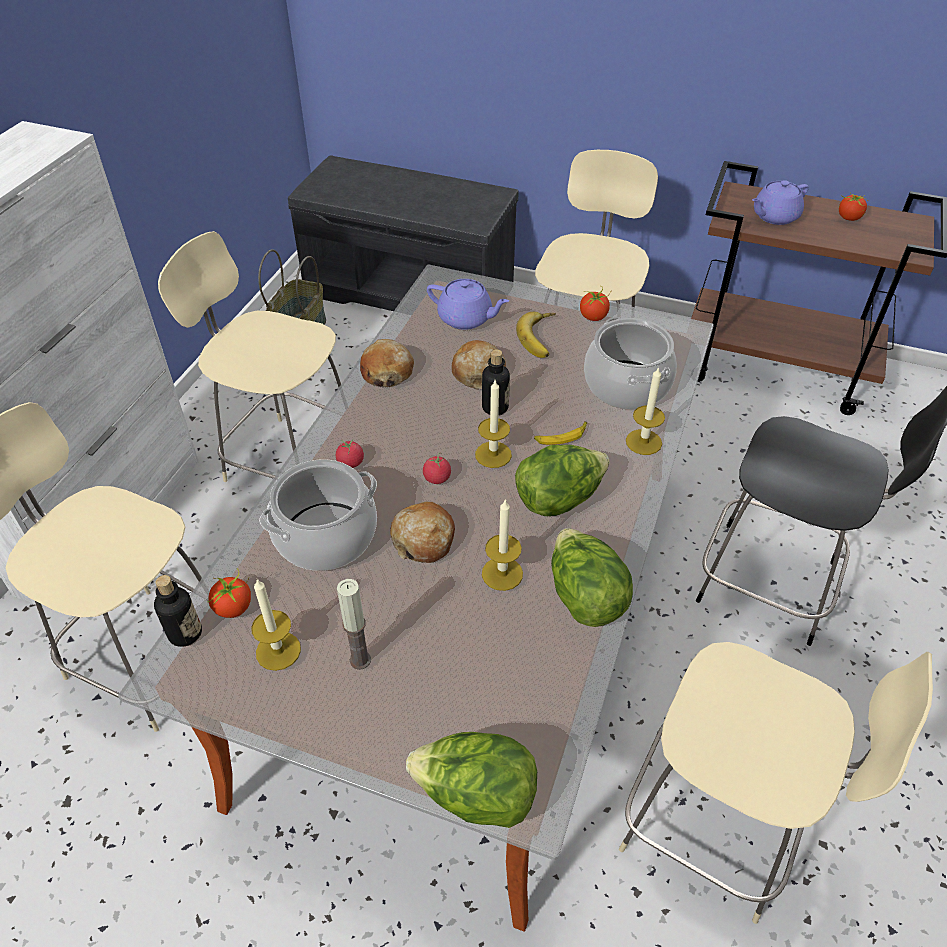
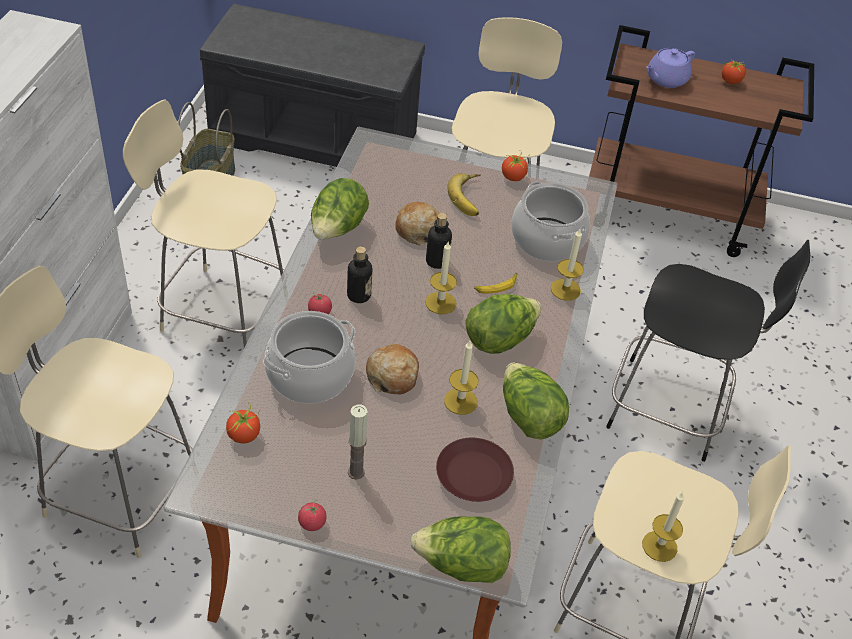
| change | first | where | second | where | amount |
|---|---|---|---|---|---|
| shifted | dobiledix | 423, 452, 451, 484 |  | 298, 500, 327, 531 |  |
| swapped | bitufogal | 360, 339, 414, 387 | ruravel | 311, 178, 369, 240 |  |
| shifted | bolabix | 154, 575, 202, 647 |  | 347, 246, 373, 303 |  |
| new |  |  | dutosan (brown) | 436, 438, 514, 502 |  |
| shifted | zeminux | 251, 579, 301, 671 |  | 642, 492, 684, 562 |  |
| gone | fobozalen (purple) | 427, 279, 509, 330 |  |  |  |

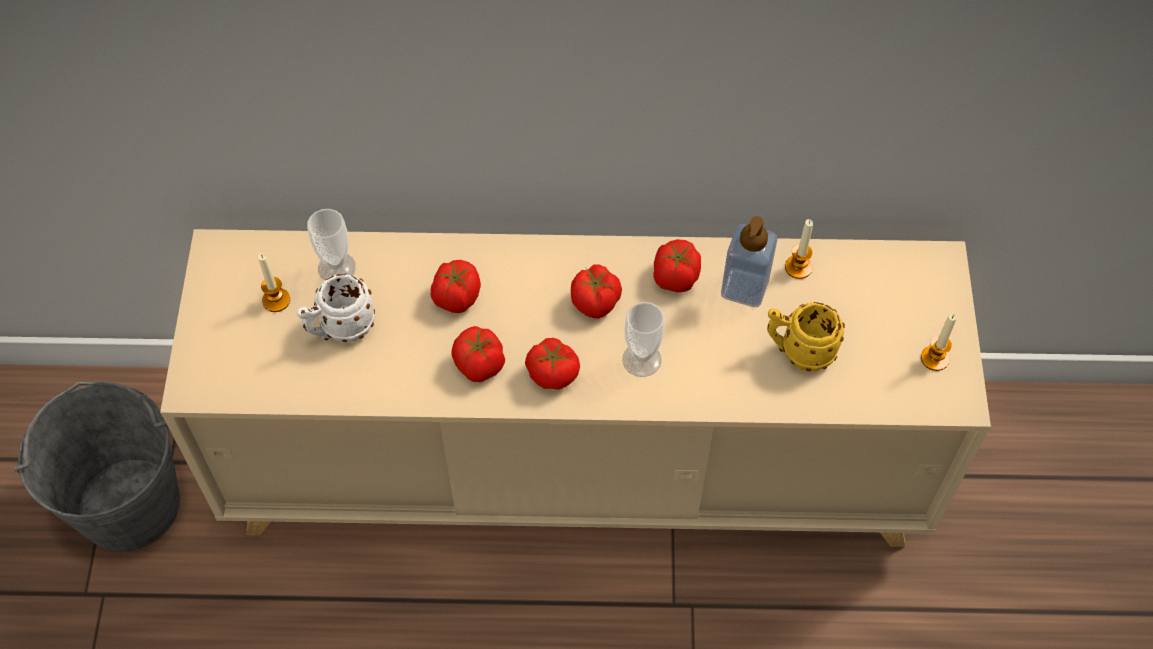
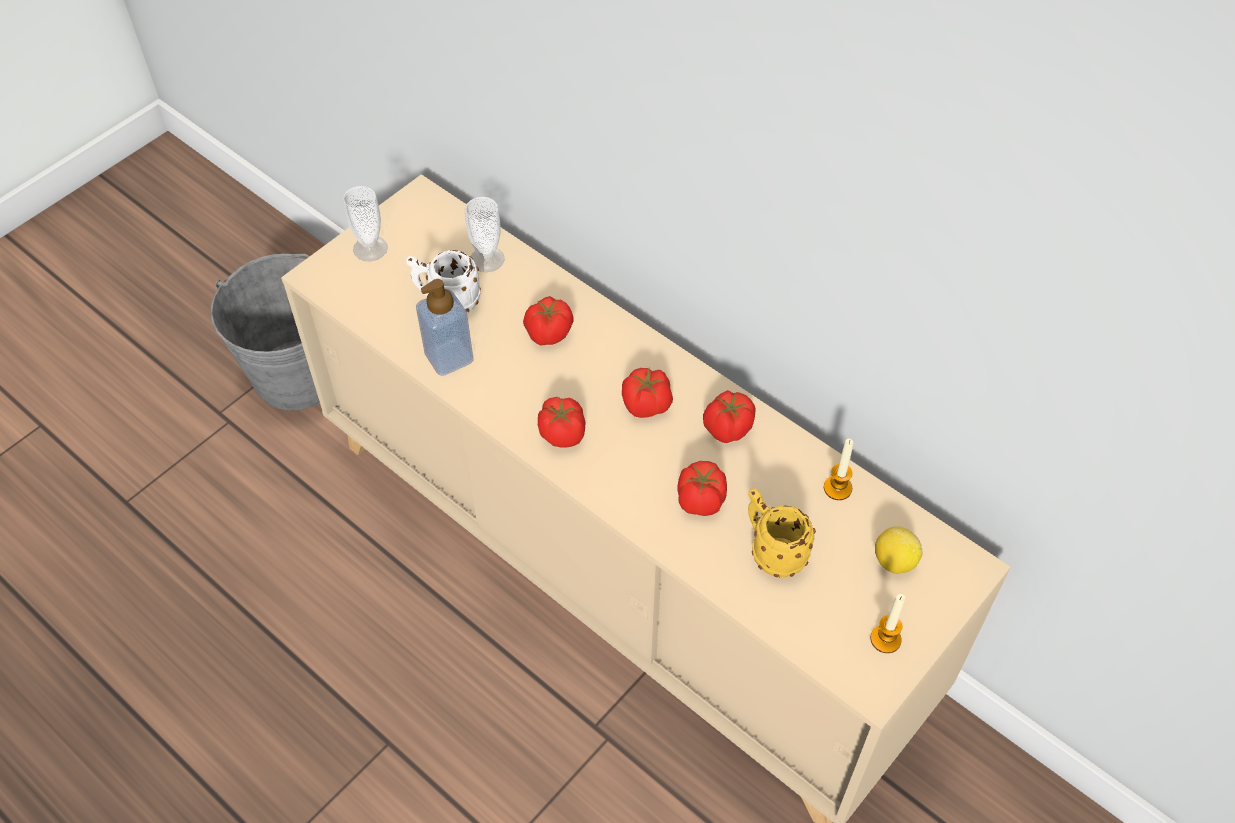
| change | first | where | second | where | amount |
|---|---|---|---|---|---|
| shifted | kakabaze | 622, 302, 664, 377 |  | 342, 186, 388, 261 |  |
| shifted | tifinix | 721, 216, 778, 307 |  | 416, 279, 474, 376 |  |
| shifted | dobiledix | 452, 326, 505, 382 |  | 677, 461, 727, 516 |  |
| new |  |  | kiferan | 875, 526, 922, 574 |  |
| gone | zeminux | 258, 253, 290, 312 |  |  |  |

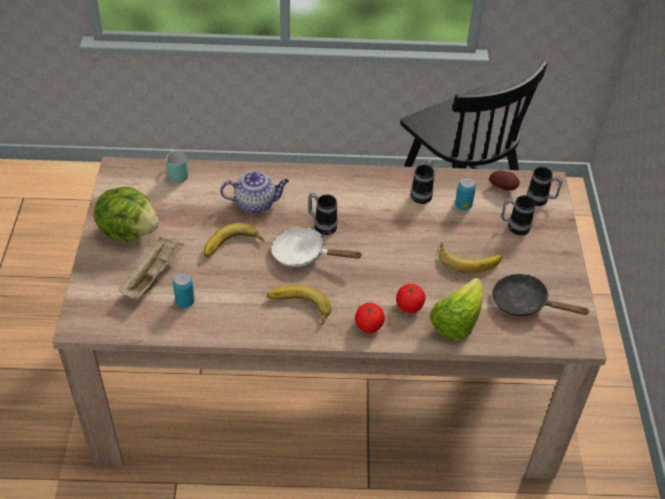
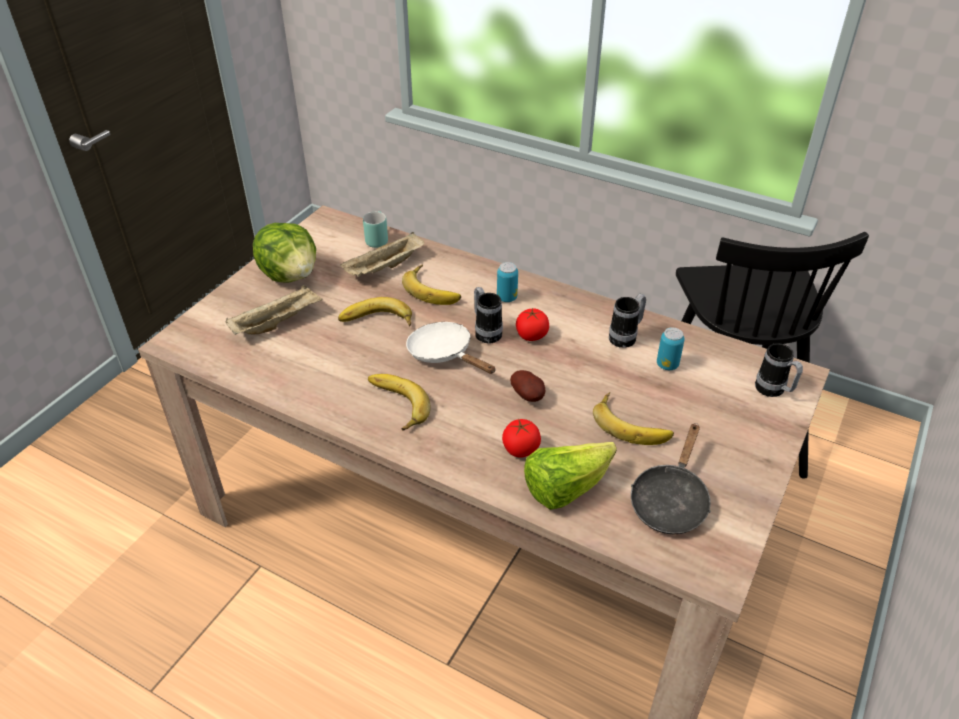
| change | first | where | second | where | amount |
|---|---|---|---|---|---|
| new |  |  | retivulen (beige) | 340, 232, 424, 277 |  |
| swapped | fobozalen | 220, 171, 289, 213 | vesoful | 402, 264, 461, 305 |  |
| shifted | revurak | 173, 273, 195, 308 |  | 497, 262, 518, 302 |  |
| shifted | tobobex | 489, 170, 520, 190 |  | 510, 370, 545, 402 |  |
| shifted | dobiledix | 355, 303, 385, 333 |  | 516, 308, 549, 341 |  |
| rotated | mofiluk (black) | 492, 274, 590, 316 |  | 631, 423, 711, 534 | 120 degrees counterclockwise |
| gone | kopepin | 501, 195, 536, 235 |  |  |  |

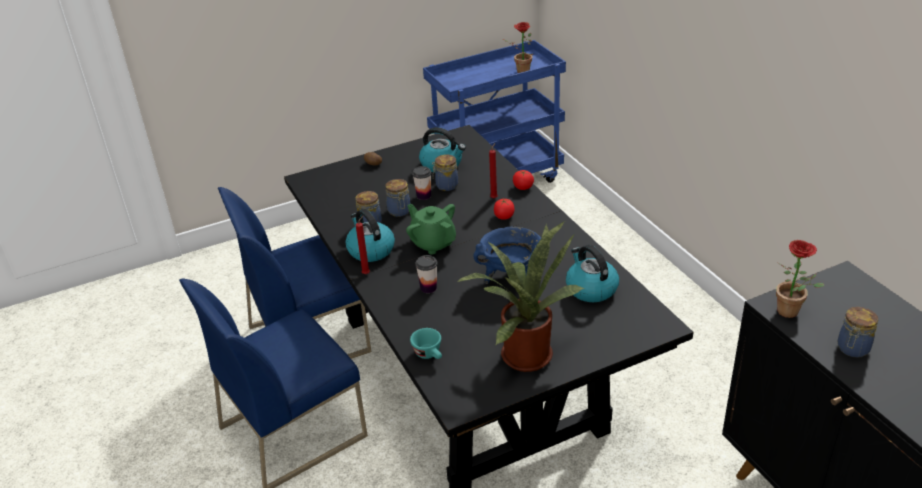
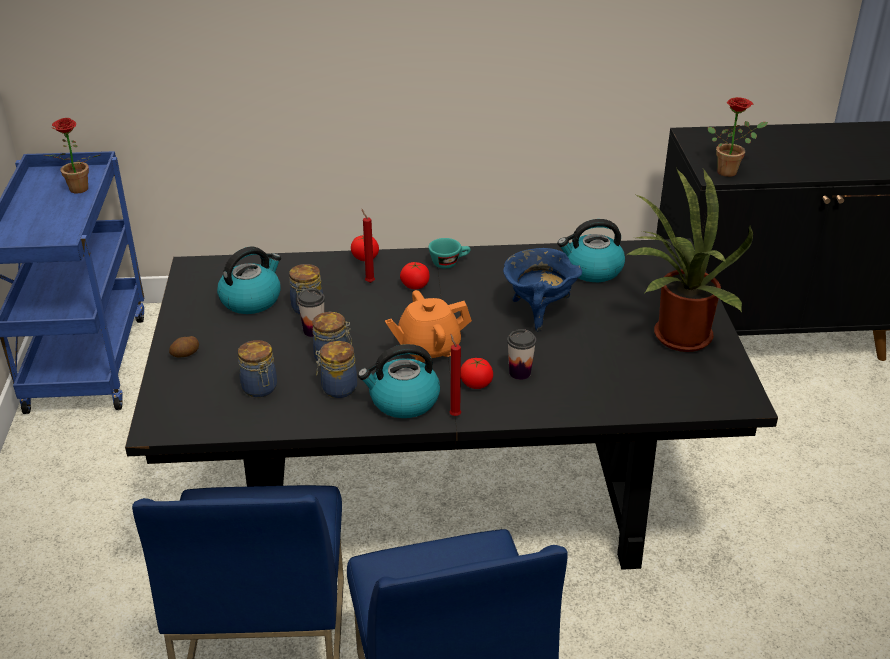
| change | first | where | second | where | amount |
|---|---|---|---|---|---|
| shifted | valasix | 838, 307, 878, 358 |  | 238, 340, 277, 397 |  |
| repainted | fobozalen (green) | 406, 204, 456, 254 | fobozalen (orange) | 385, 290, 472, 362 |  |
| shifted | kakabaze (turquoise) | 410, 328, 442, 359 |  | 429, 238, 470, 268 |  |
| new |  |  | dobiledix | 461, 358, 493, 389 |  |

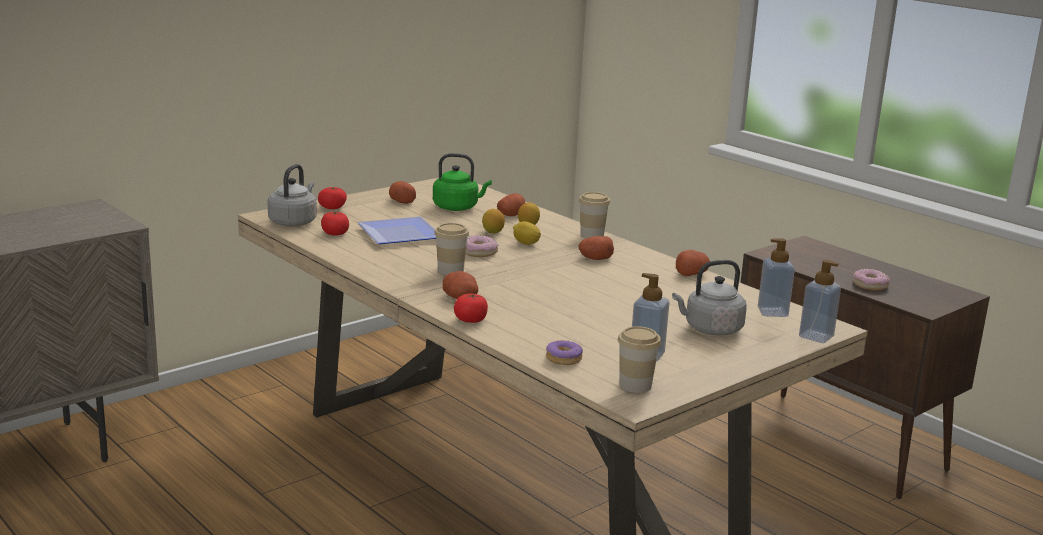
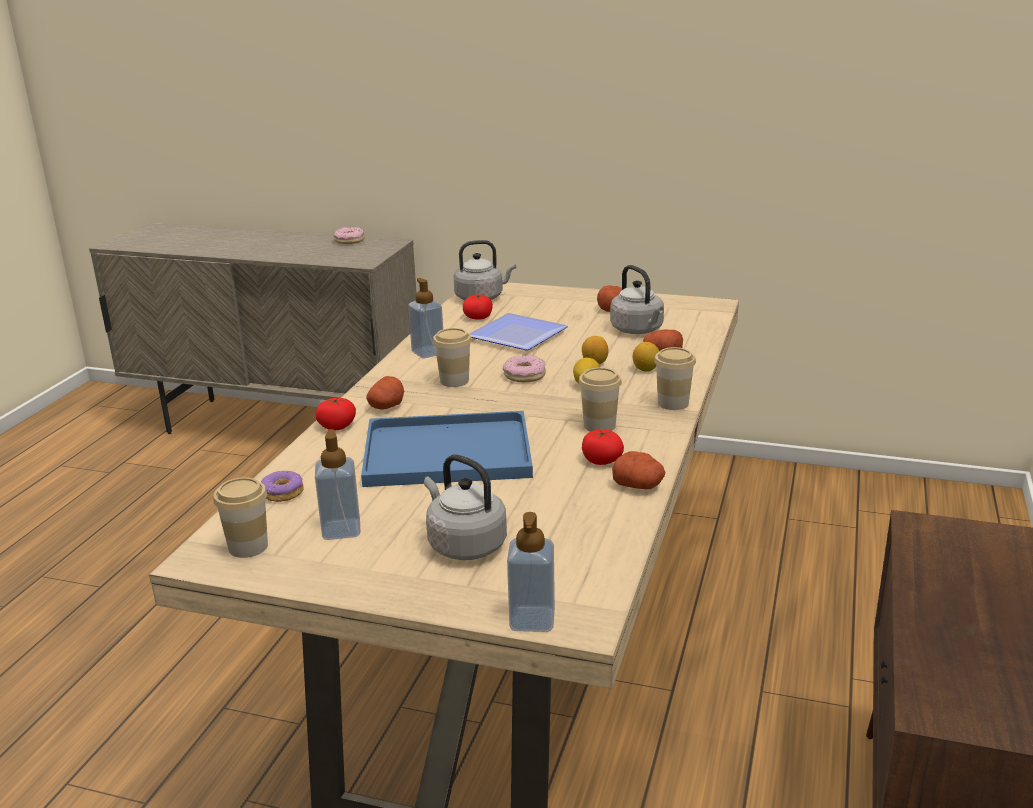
| change | first | where | second | where | amount |
|---|---|---|---|---|---|
| shifted | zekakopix | 853, 269, 890, 290 |  | 333, 227, 365, 244 |  |
| new |  |  | retivulen (blue) | 361, 411, 533, 487 |  |
| shifted | tifinix | 758, 238, 795, 317 |  | 408, 278, 443, 358 |  |
| swapped | tobobex | 579, 236, 614, 260 | kakabaze | 578, 368, 622, 432 |  |
| shifted | dobiledix | 318, 187, 347, 209 |  | 582, 430, 624, 465 |  |
| repainted | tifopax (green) | 433, 153, 492, 211 | tifopax (grey) | 610, 265, 664, 334 |  |

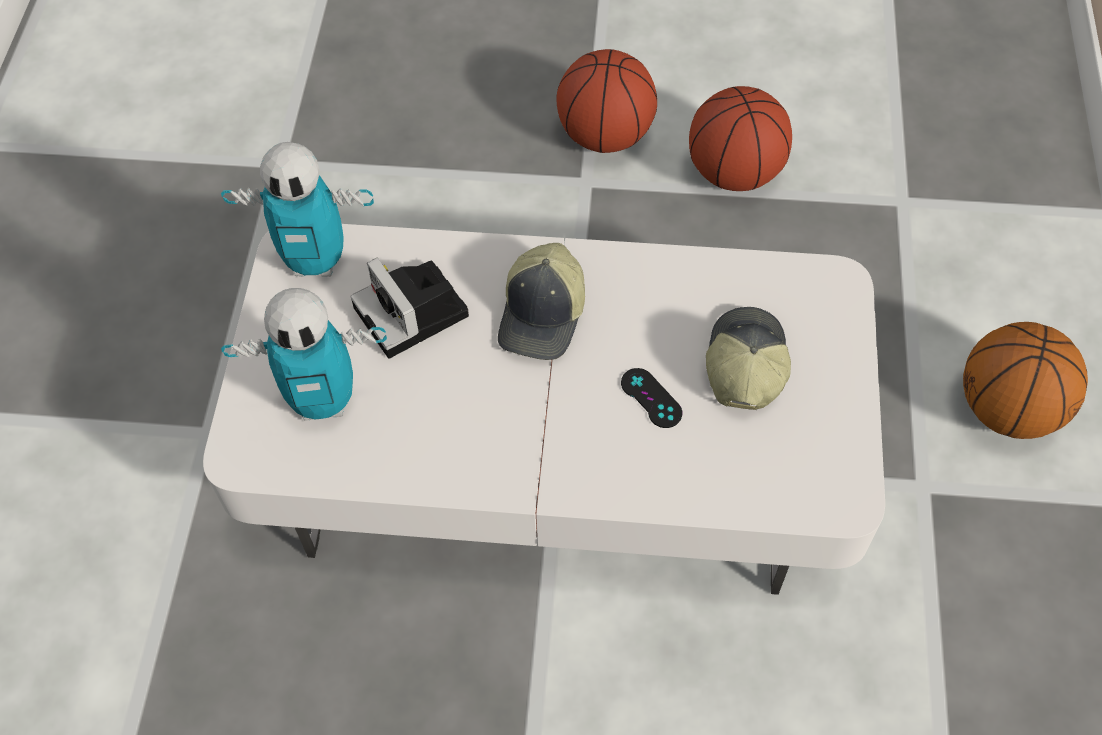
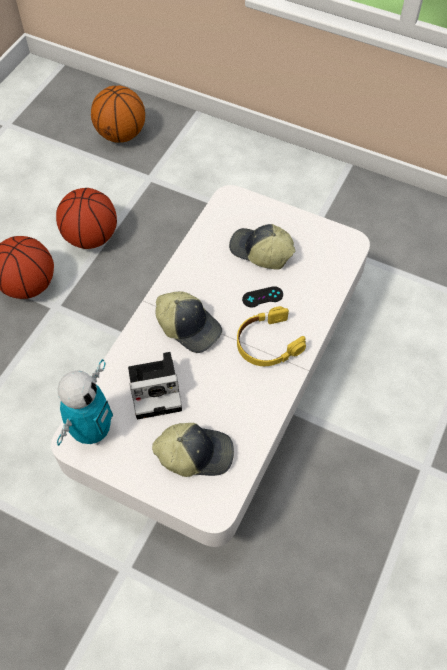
| change | first | where | second | where | amount |
|---|---|---|---|---|---|
| shifted | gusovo | 963, 322, 1088, 439 |  | 91, 86, 145, 143 |  |
| swapped | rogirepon | 221, 288, 387, 421 | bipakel | 152, 423, 234, 477 |  |
| new |  |  | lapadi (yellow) | 237, 306, 306, 366 |  |

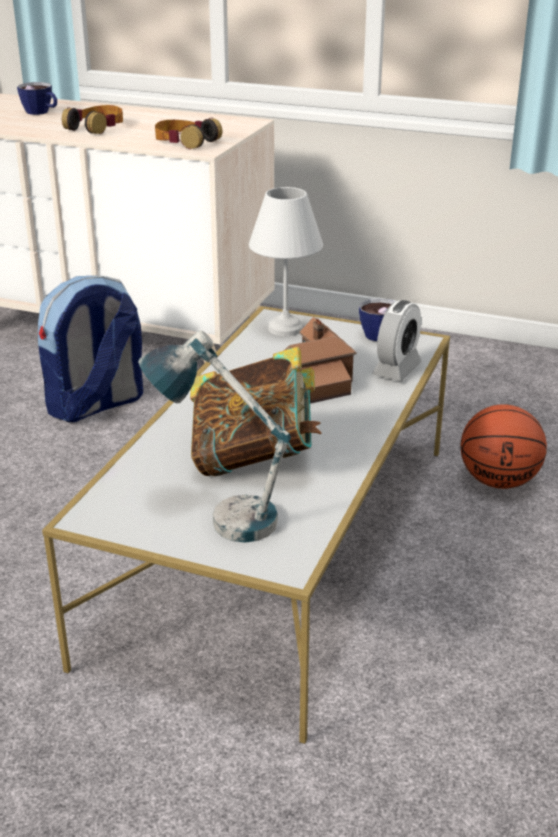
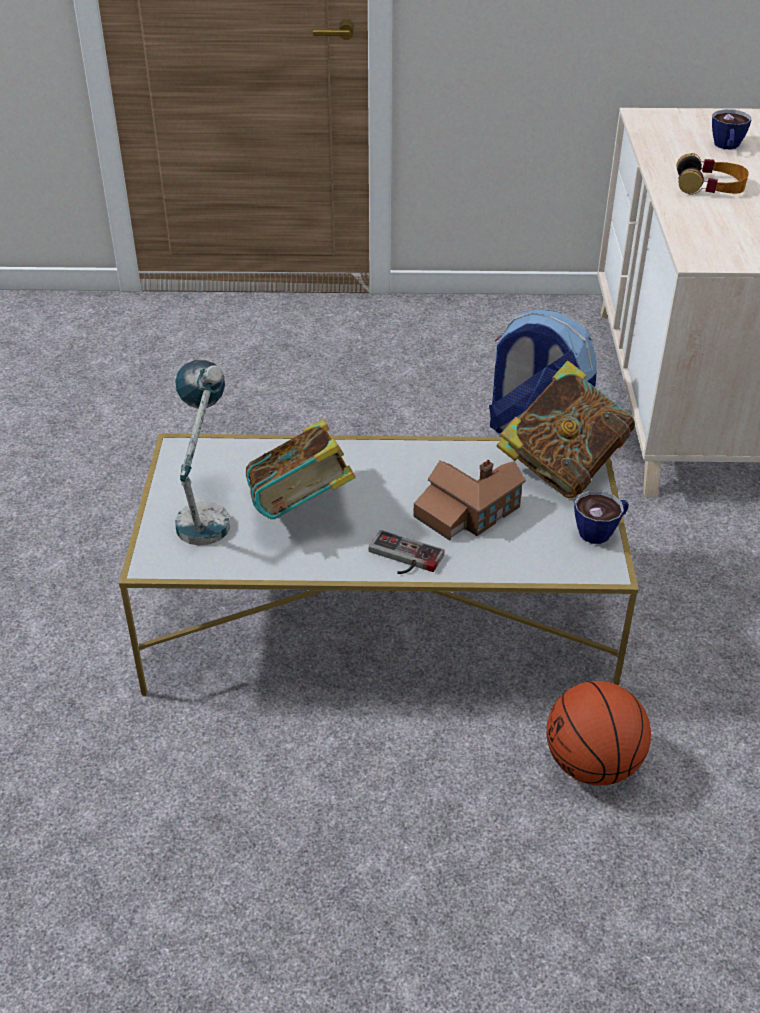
| change | first | where | second | where | amount |
|---|---|---|---|---|---|
| new |  |  | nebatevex | 369, 530, 445, 574 |  |
| swapped | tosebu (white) | 249, 187, 323, 336 | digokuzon | 497, 361, 635, 498 |  |
| gone | lapadi | 155, 118, 222, 149 |  |  |  |
| gone | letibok | 372, 300, 422, 381 |  |  |  |

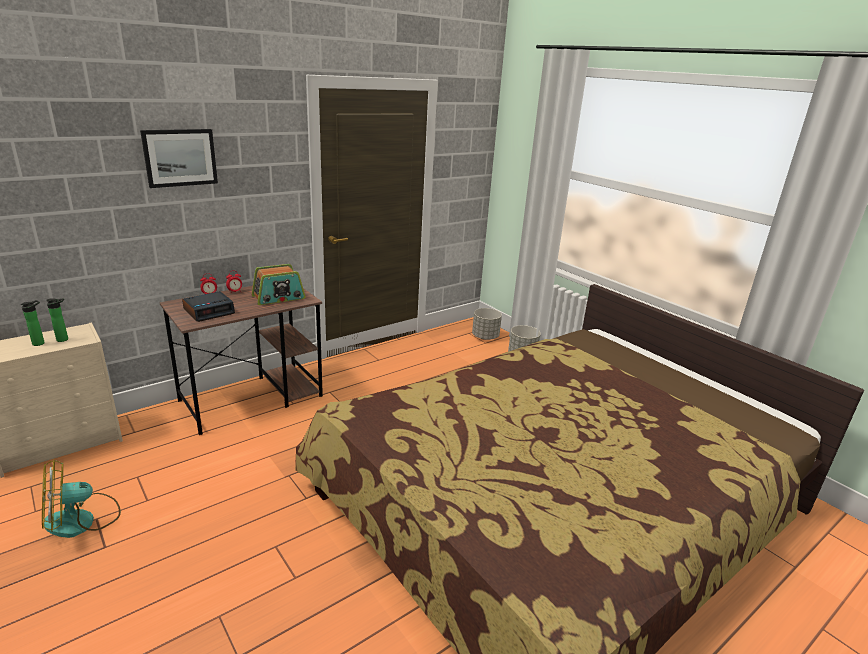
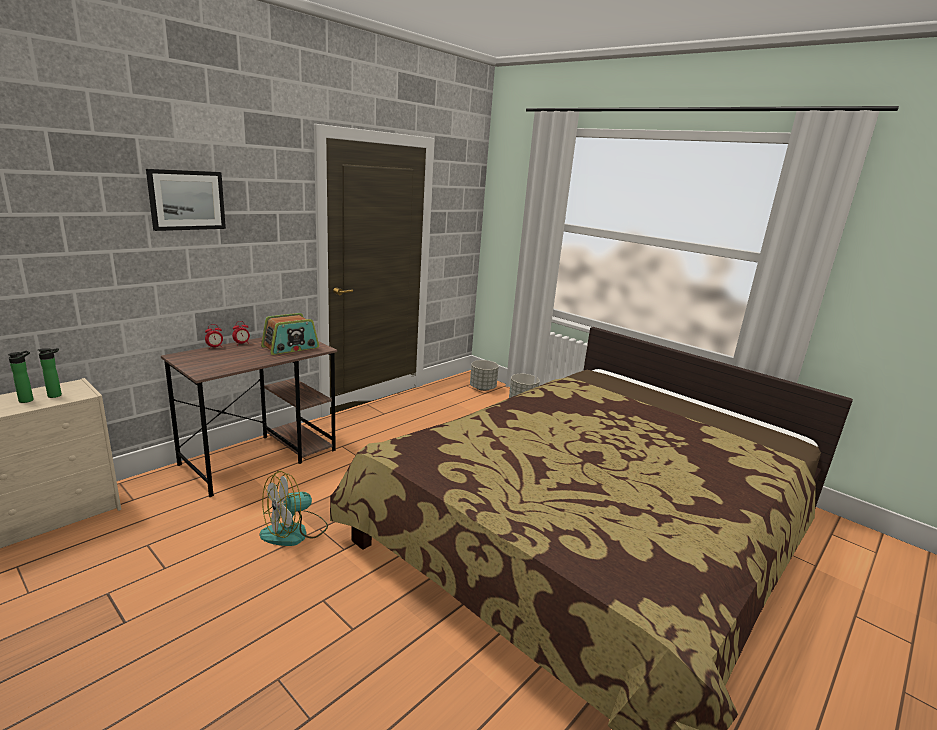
| change | first | where | second | where | amount |
|---|---|---|---|---|---|
| shifted | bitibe | 42, 460, 121, 538 |  | 259, 471, 328, 546 |  |
| gone | letibok | 182, 291, 235, 322 |  |  |  |

